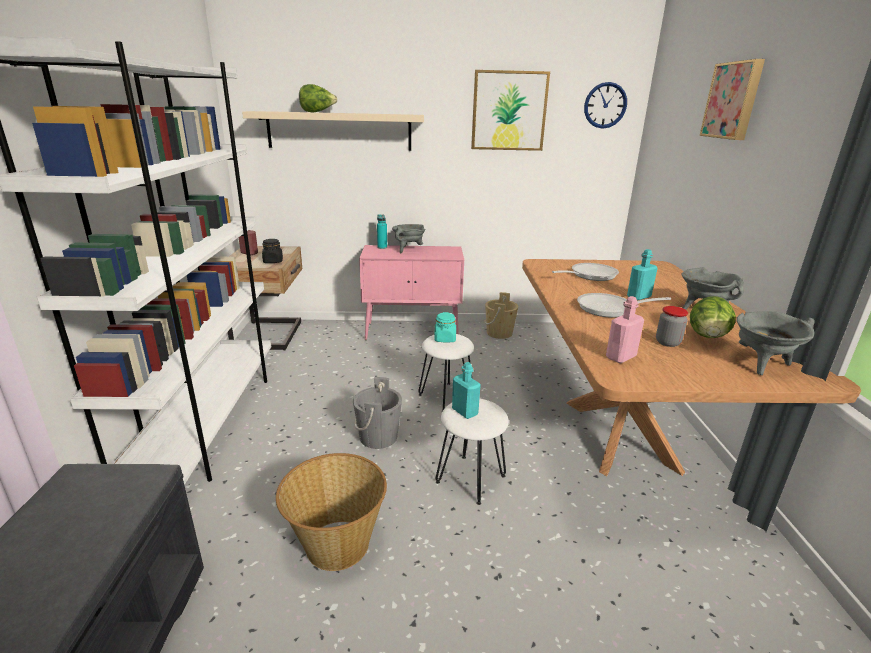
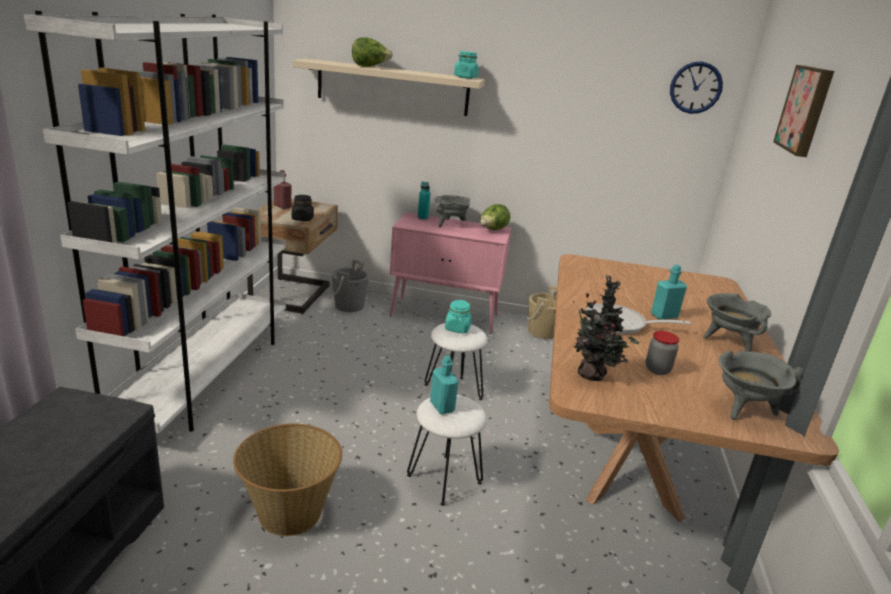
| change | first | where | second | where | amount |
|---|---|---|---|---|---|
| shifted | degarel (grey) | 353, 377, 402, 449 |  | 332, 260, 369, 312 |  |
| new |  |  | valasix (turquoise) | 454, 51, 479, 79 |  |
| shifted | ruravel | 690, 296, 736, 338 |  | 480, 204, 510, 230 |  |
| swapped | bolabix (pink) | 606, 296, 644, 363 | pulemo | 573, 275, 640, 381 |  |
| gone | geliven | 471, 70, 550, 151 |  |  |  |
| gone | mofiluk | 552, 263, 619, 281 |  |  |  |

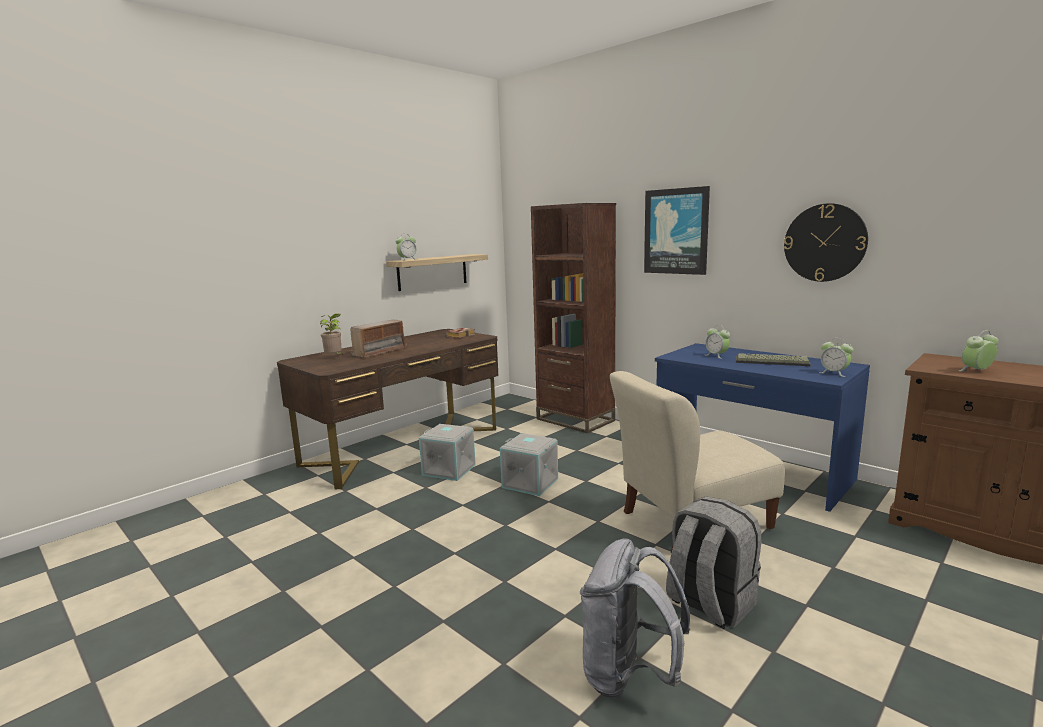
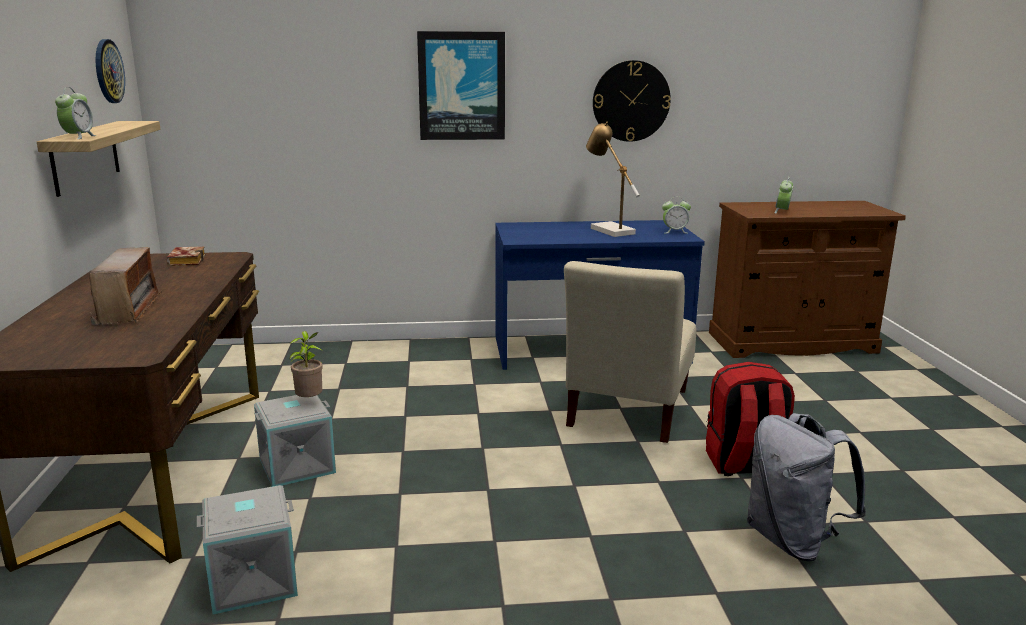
| change | first | where | second | where | amount |
|---|---|---|---|---|---|
| new |  |  | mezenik | 96, 39, 125, 103 |  |
| shifted | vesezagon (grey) | 500, 433, 558, 496 |  | 197, 485, 298, 614 |  |
| shifted | pulemo | 320, 313, 342, 354 |  | 289, 331, 323, 397 |  |
| swapped | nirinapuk | 736, 353, 811, 366 | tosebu | 586, 122, 640, 237 |  |
| repainted | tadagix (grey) | 666, 496, 761, 629 | tadagix (red) | 706, 362, 795, 476 |  |
| gone | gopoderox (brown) | 531, 203, 616, 433 |  |  |  |
| gone | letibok | 706, 325, 730, 359 |  |  |  |

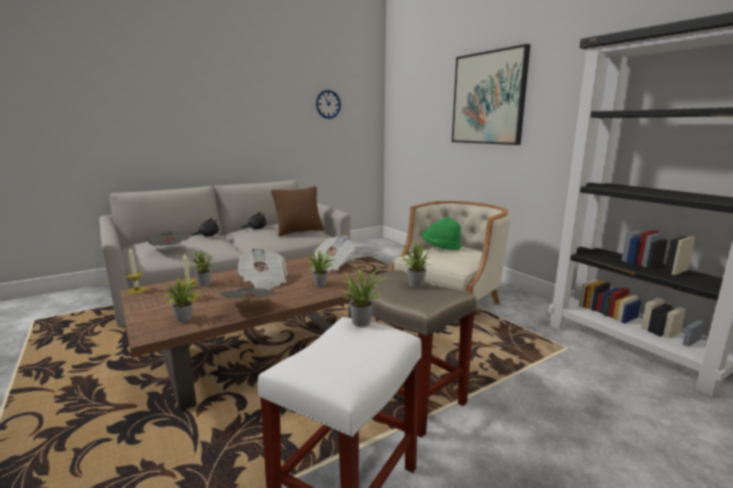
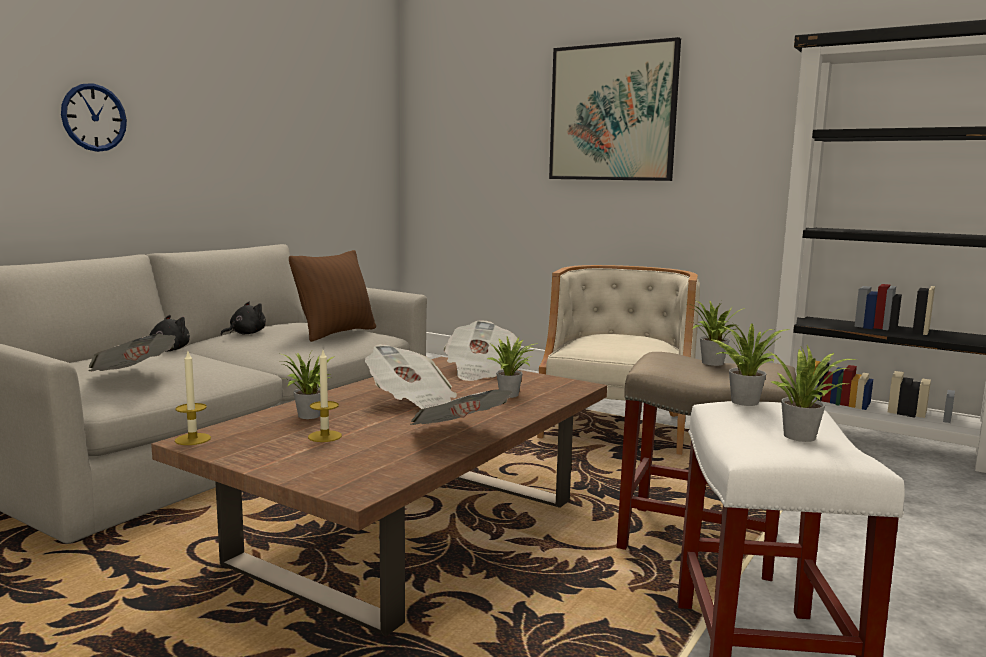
| change | first | where | second | where | amount |
|---|---|---|---|---|---|
| shifted | mezenik | 316, 90, 341, 119 |  | 61, 83, 127, 152 |  |
| shifted | pulemo | 164, 278, 201, 322 |  | 769, 346, 856, 442 |  |
| gone | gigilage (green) | 422, 217, 461, 250 |  |  |  |

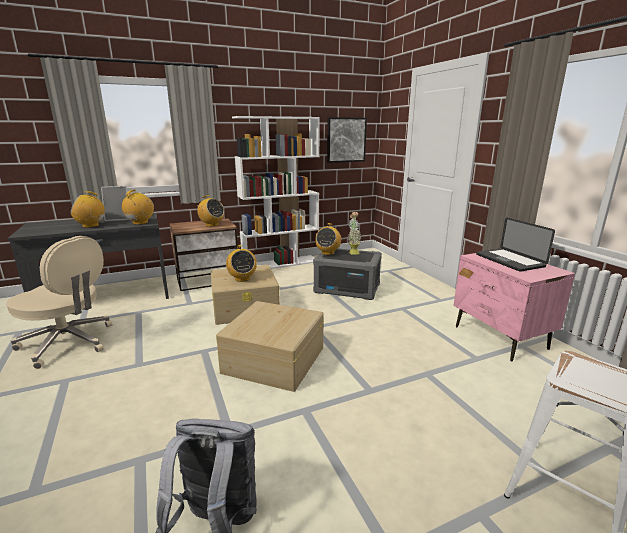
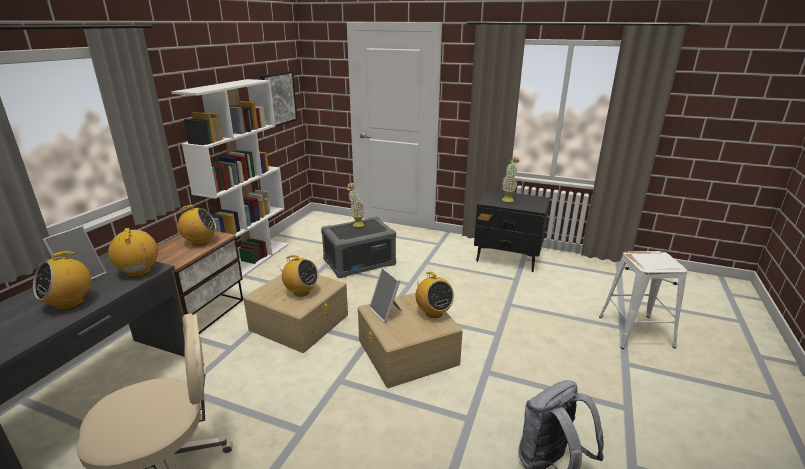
| change | first | where | second | where | amount |
|---|---|---|---|---|---|
| new |  |  | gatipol | 369, 267, 402, 323 |  |
| shifted | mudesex | 315, 223, 341, 255 |  | 416, 272, 454, 318 |  |
| repainted | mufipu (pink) | 454, 253, 575, 361 | mufipu (black) | 474, 190, 550, 272 |  |
| swapped | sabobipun | 476, 217, 555, 272 | pulemo | 502, 156, 520, 202 |  |

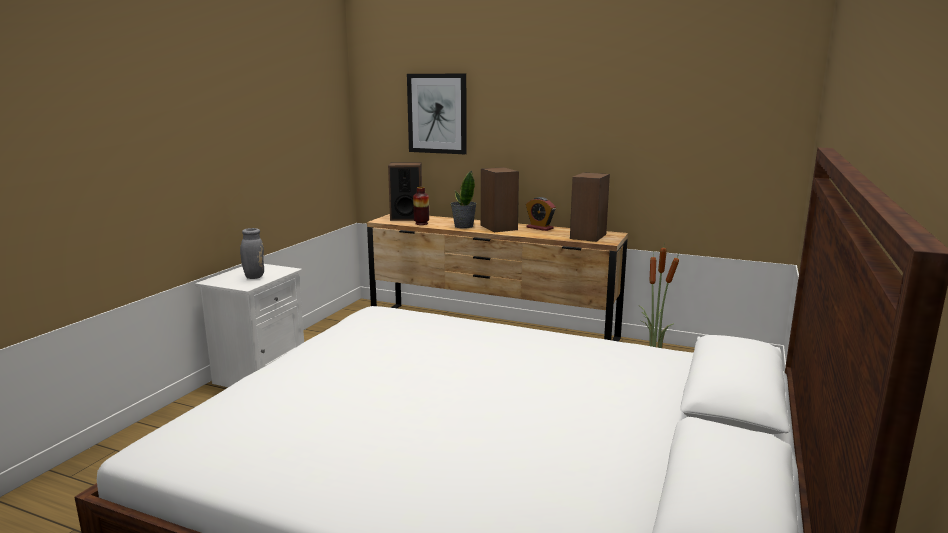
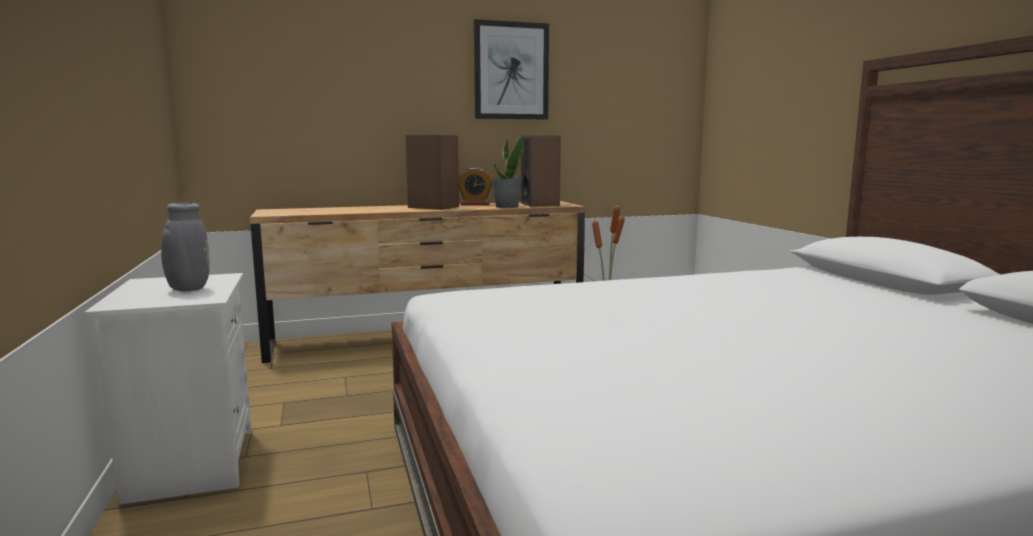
| change | first | where | second | where | amount |
|---|---|---|---|---|---|
| shifted | geliven | 407, 74, 467, 154 |  | 474, 19, 549, 119 |  |
| shifted | pulemo | 451, 170, 477, 229 |  | 491, 136, 524, 208 |  |
| gone | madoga | 388, 163, 422, 221 |  |  |  |
| gone | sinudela | 413, 187, 429, 225 |  |  |  |

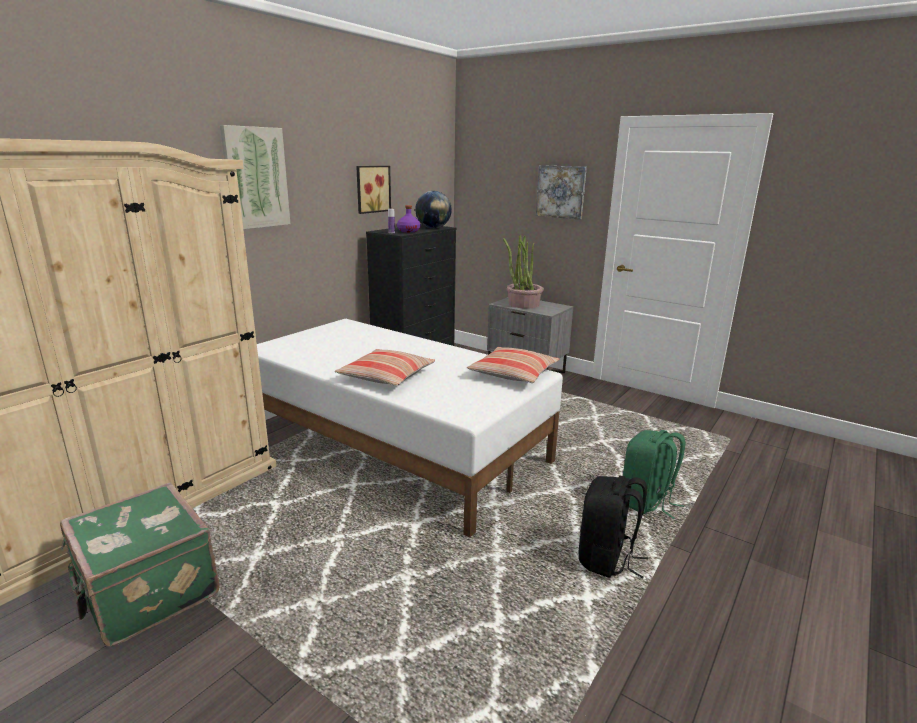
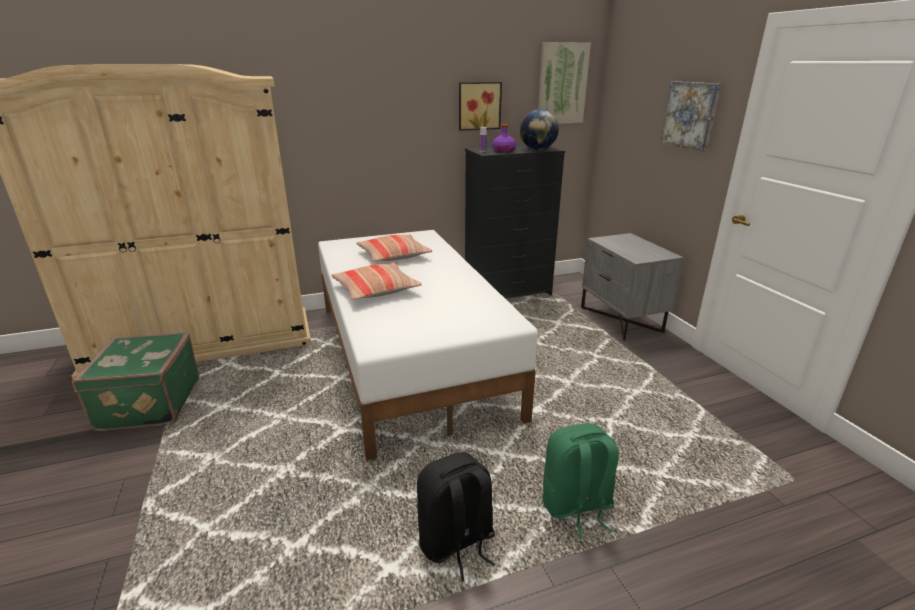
| change | first | where | second | where | amount |
|---|---|---|---|---|---|
| shifted | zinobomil | 467, 347, 560, 383 |  | 356, 234, 432, 261 |  |
| shifted | geliven | 220, 125, 290, 229 |  | 538, 42, 591, 124 |  |
| gone | pulemo | 503, 235, 544, 309 |  |  |  |

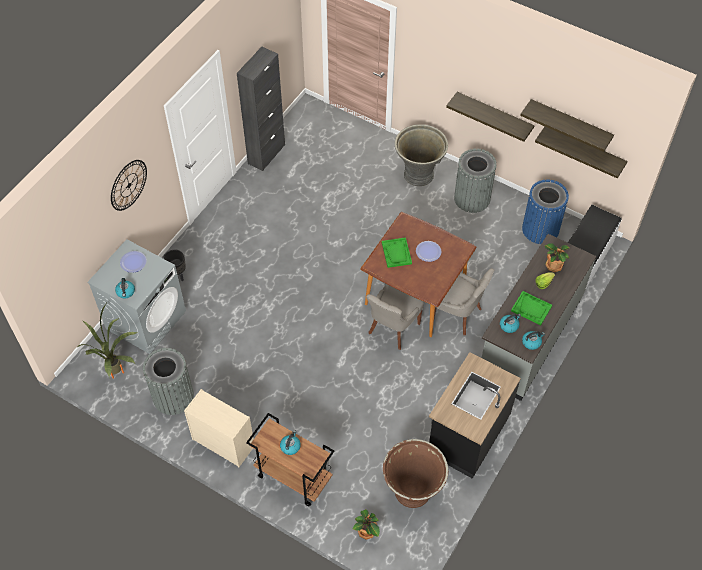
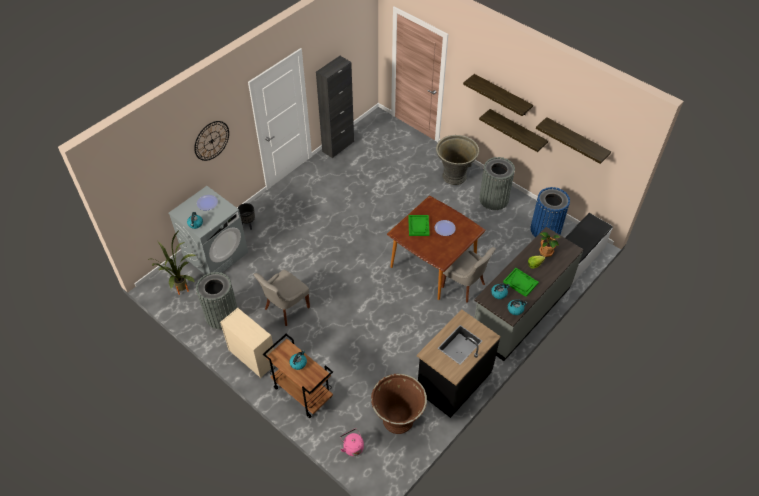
| change | first | where | second | where | amount |
|---|---|---|---|---|---|
| shifted | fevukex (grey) | 366, 284, 424, 350 |  | 253, 270, 310, 326 |  |
| swapped | pulemo | 353, 509, 380, 540 | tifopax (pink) | 340, 428, 364, 456 |  |
| shifted | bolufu | 535, 127, 628, 178 |  | 463, 74, 533, 116 |  |

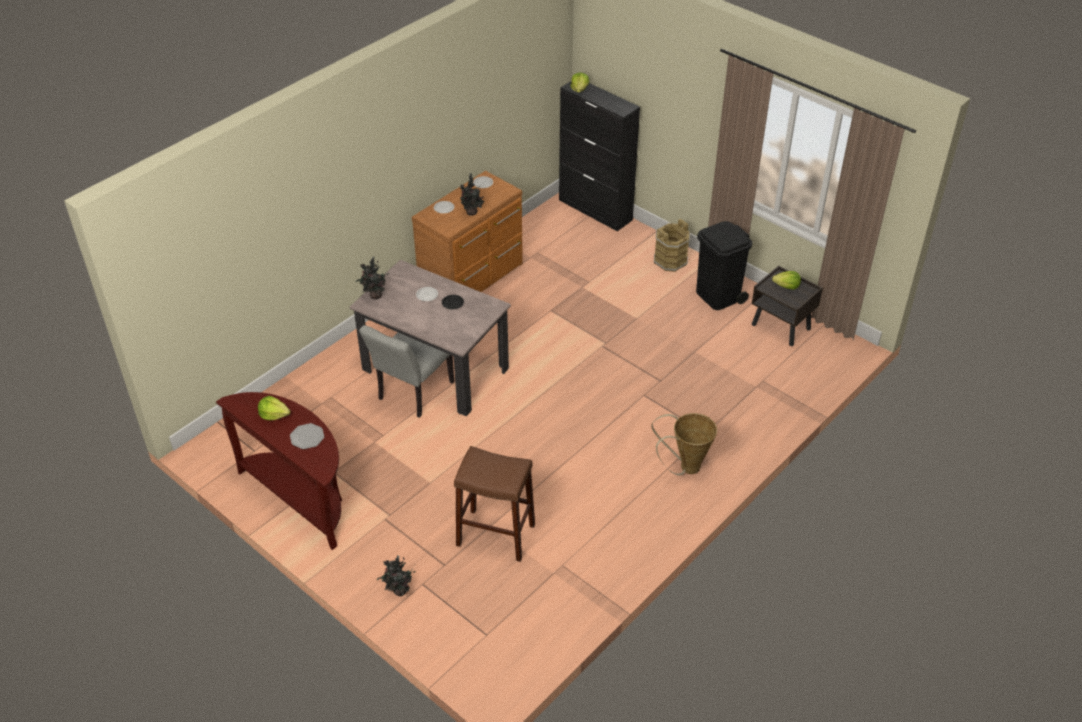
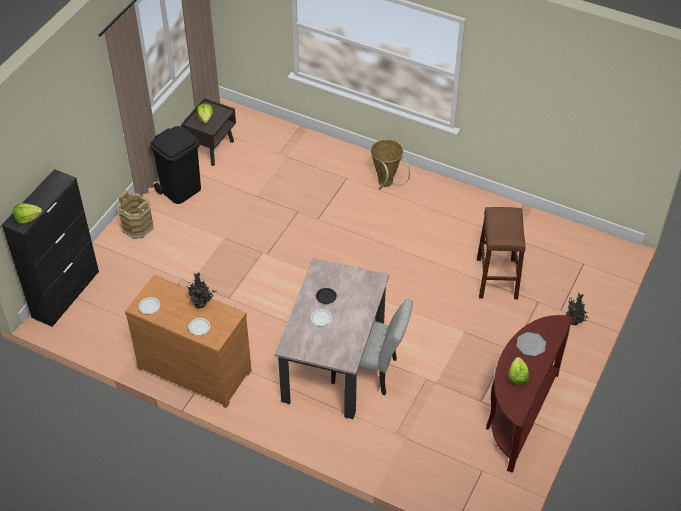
| change | first | where | second | where | amount |
|---|---|---|---|---|---|
| gone | pulemo | 355, 256, 389, 300 |  |  |  |

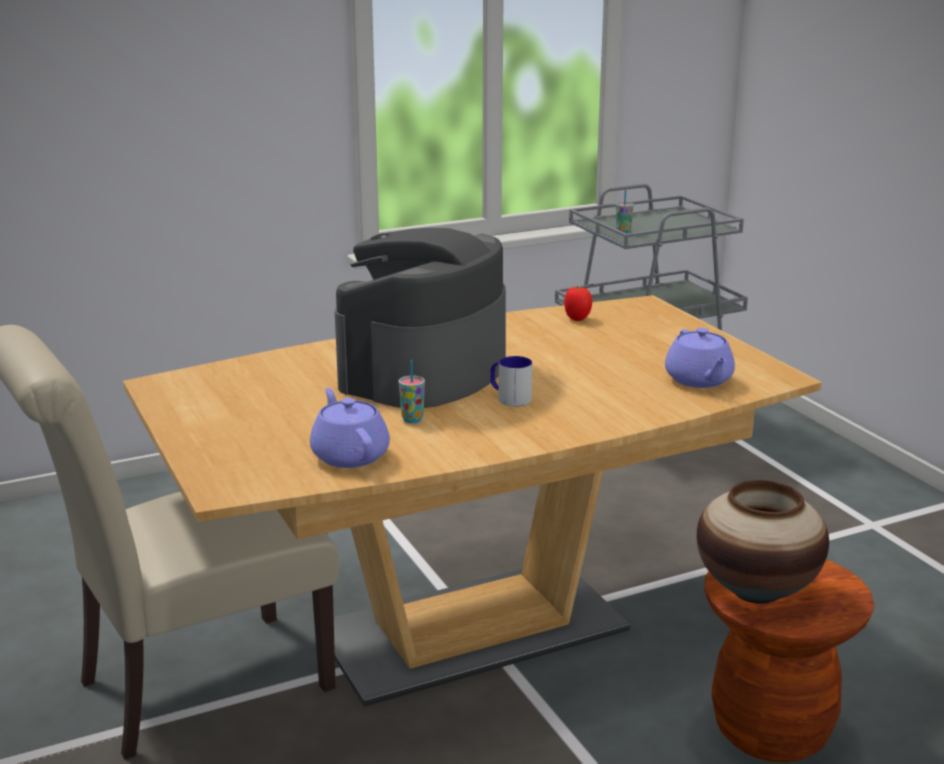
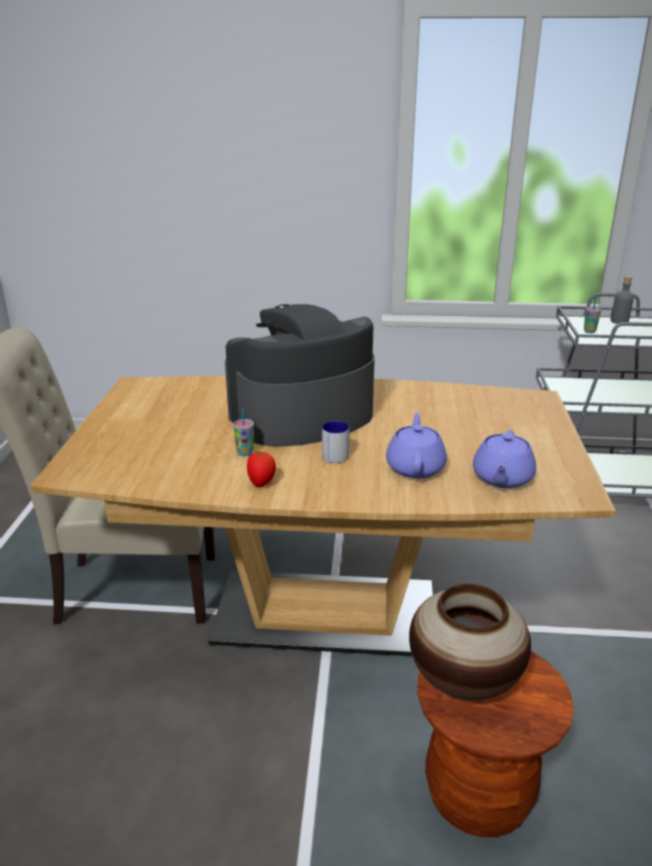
| change | first | where | second | where | amount |
|---|---|---|---|---|---|
| shifted | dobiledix | 564, 286, 592, 321 |  | 247, 450, 276, 487 |  |
| shifted | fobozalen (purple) | 310, 388, 390, 468 |  | 386, 413, 447, 479 |  |
| new |  |  | bolabix (grey) | 611, 276, 634, 324 |  |

